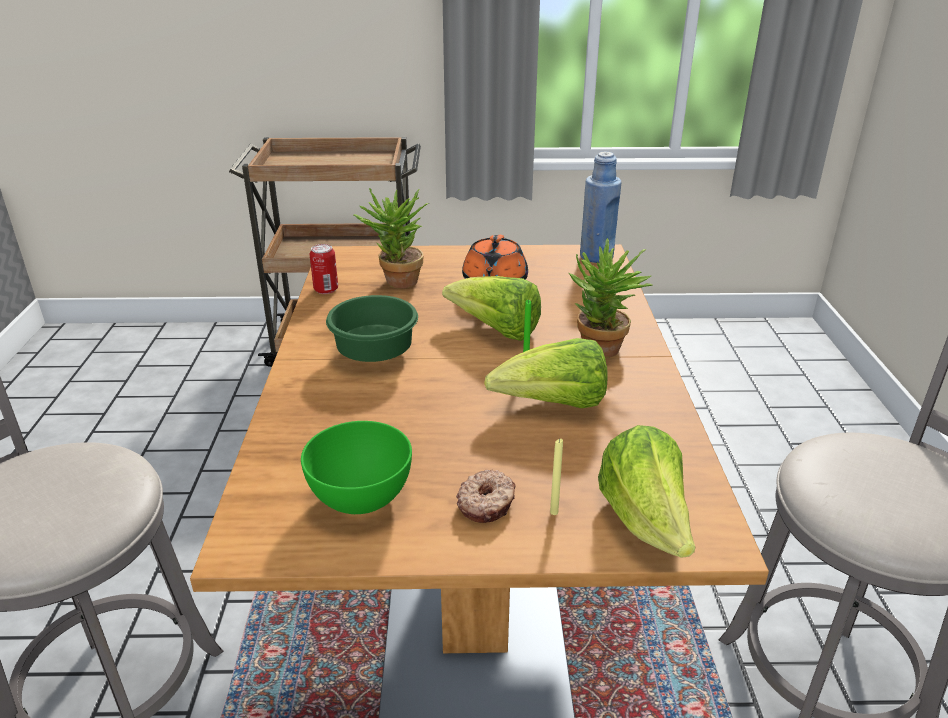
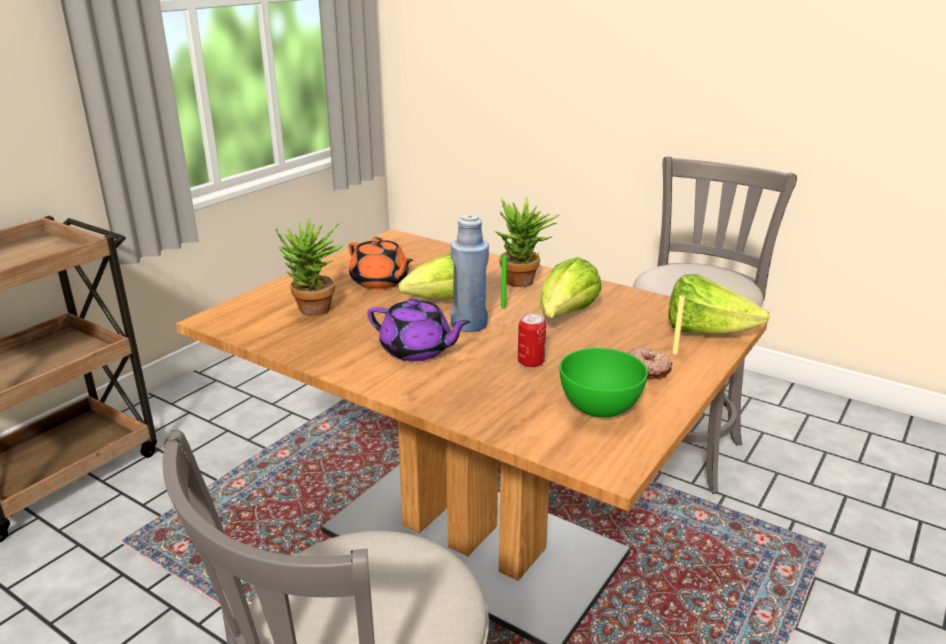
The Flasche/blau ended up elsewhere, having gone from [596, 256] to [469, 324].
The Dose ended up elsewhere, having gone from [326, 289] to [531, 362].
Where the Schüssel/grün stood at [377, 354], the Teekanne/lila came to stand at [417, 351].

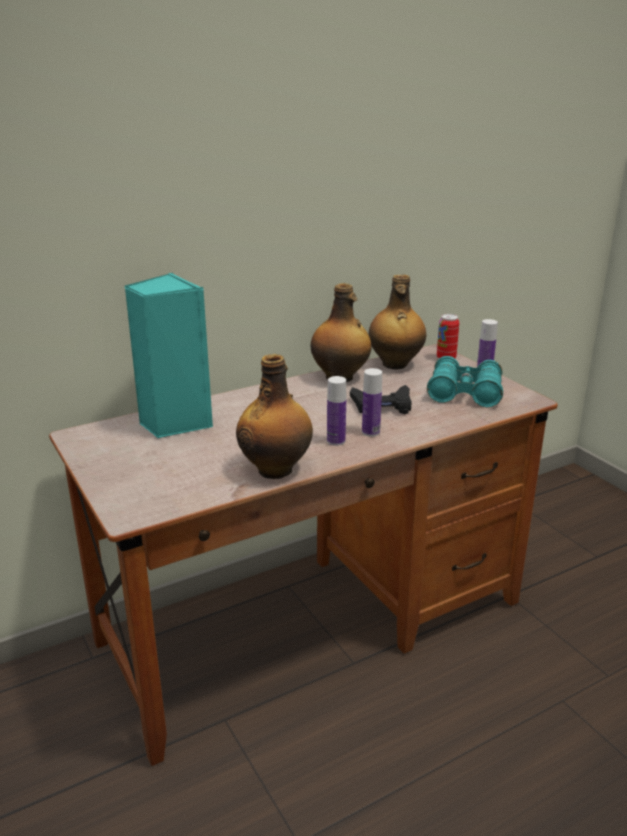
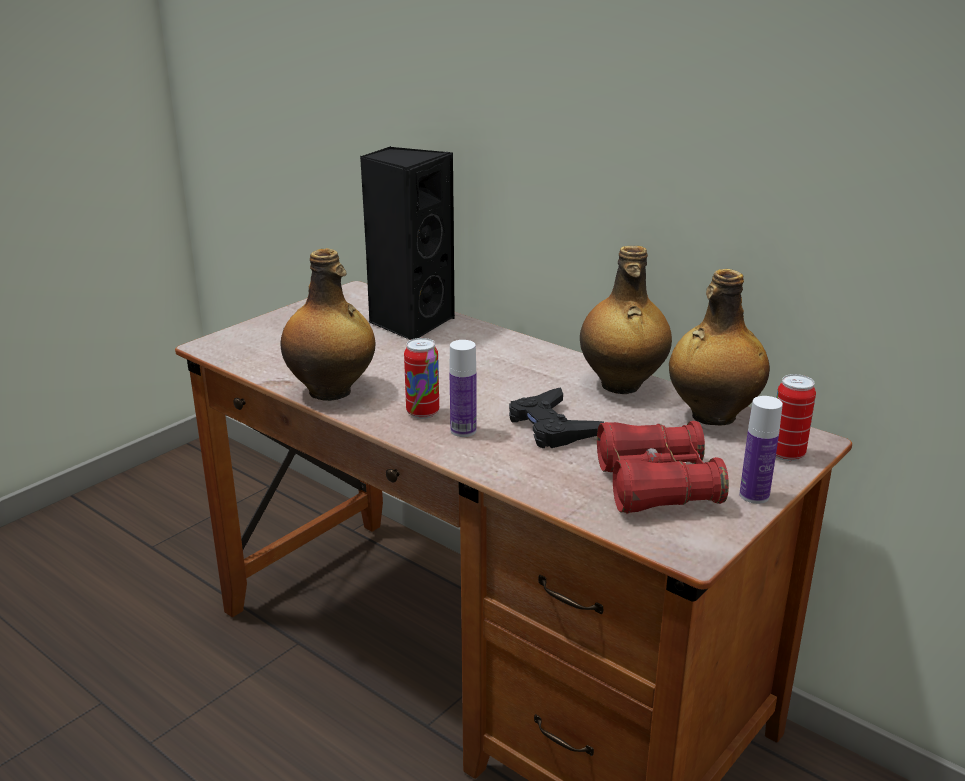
What was the Lautsprecher/türkis at [174, 423] turned into the Lautsprecher/schwarz at [410, 322].
What was the Fernglas/türkis at [465, 393] turned into the Fernglas/rot at [656, 485].
Where the Flasche stood at [336, 441], the Dose came to stand at [422, 412].

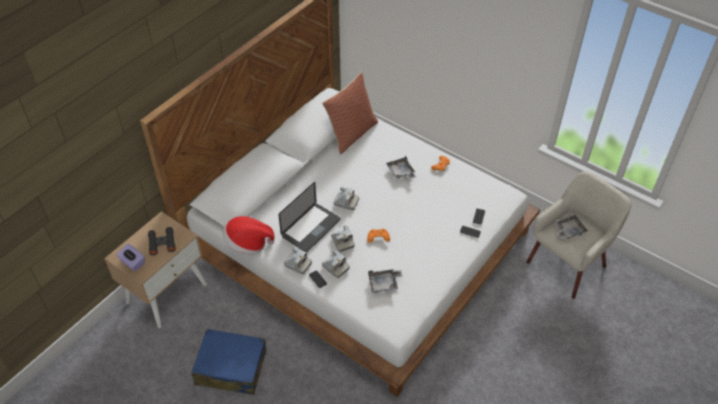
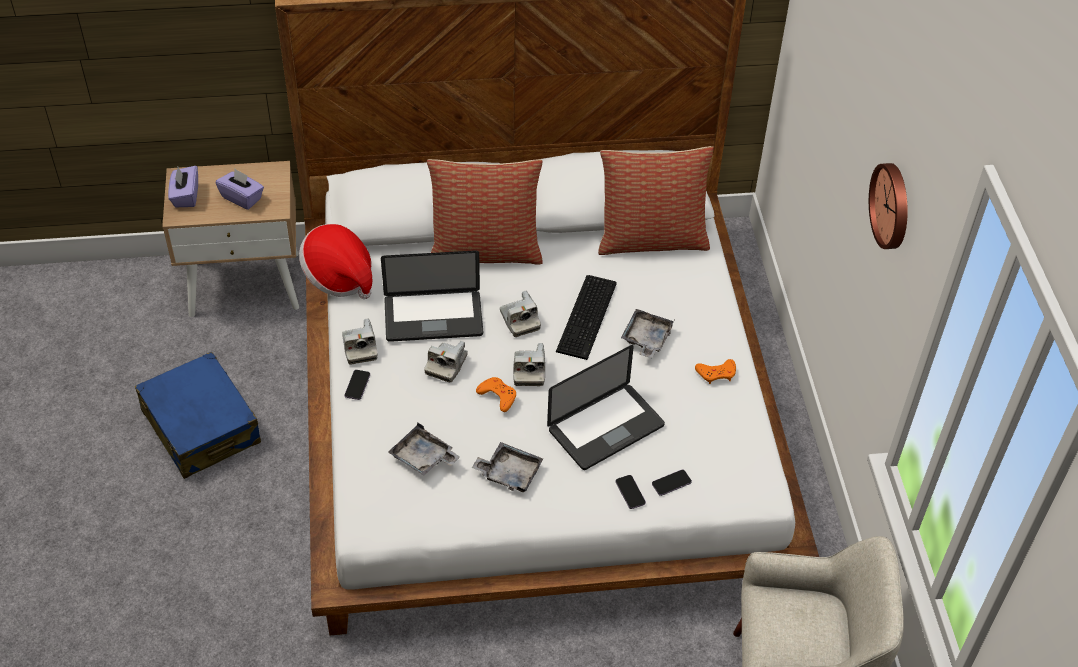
The Tablett/grau ended up elsewhere, having gone from [569, 230] to [509, 473].
Where the Fernglas/schwarz stood at [162, 243], the Taschentuchbox/lila came to stand at [242, 198].
The Kamera ended up elsewhere, having gone from [335, 267] to [529, 371].
The second view gained the Kissen at [485, 250].
The second view gained the Wanduhr at [892, 205].
The second view gained the Tastatur at [589, 316].
The second view gained the Laptop at [606, 428].

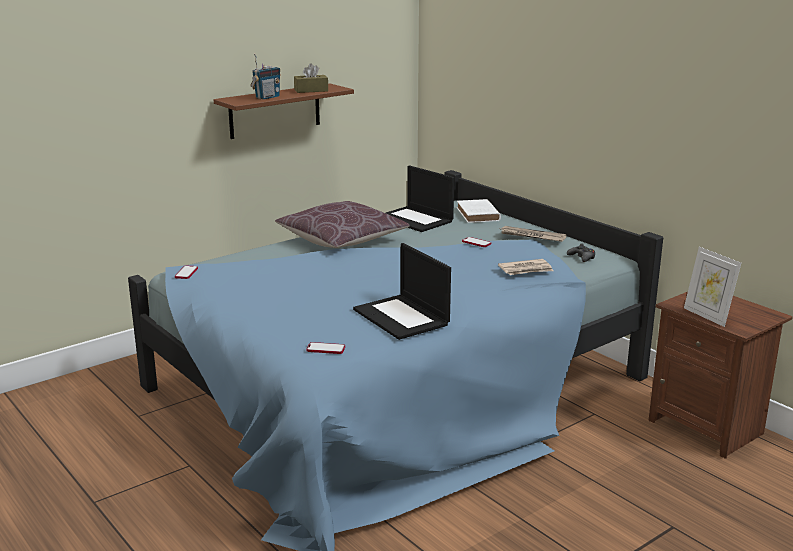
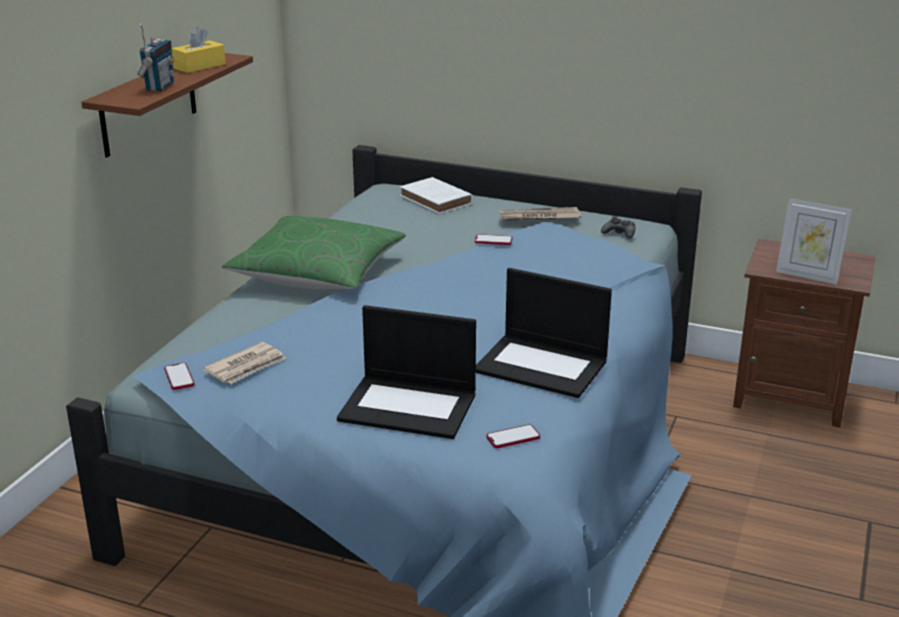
What was the Taschentuchbox/braun at [311, 90] turned into the Taschentuchbox/gelb at [199, 66].
The Laptop ended up elsewhere, having gone from [416, 219] to [410, 407].
What was the Kissen/braun at [342, 240] turned into the Kissen/grün at [317, 273].
The Zeitung ended up elsewhere, having gone from [526, 270] to [246, 366].

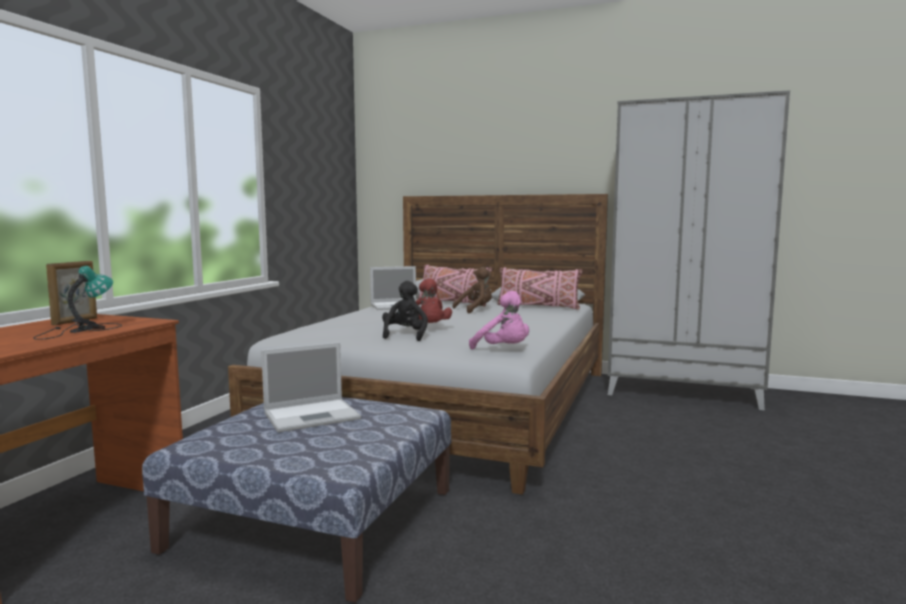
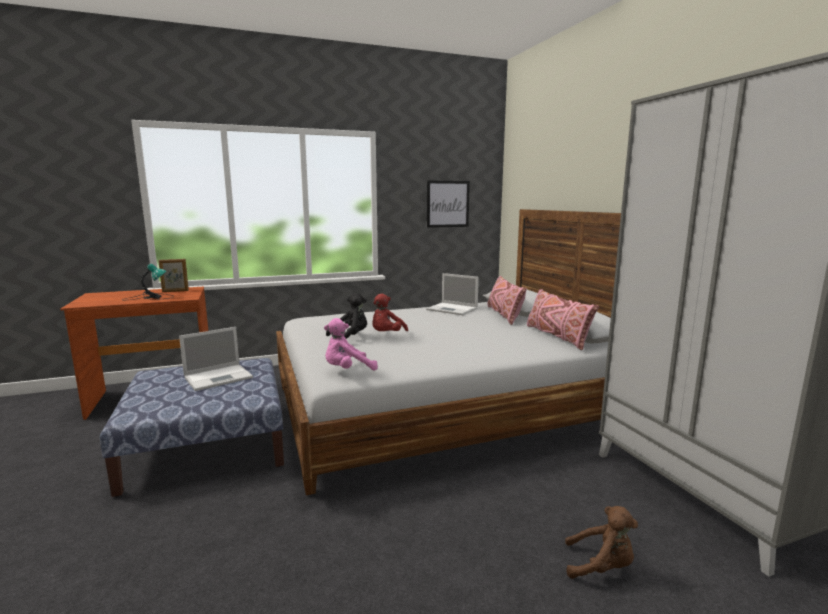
The Plüschtier/braun ended up elsewhere, having gone from [476, 310] to [601, 567].
The Plüschtier/rosa at [503, 350] ended up facing another way, 60 degrees clockwise from before.
The Laptop at [313, 415] ended up facing another way, 60 degrees counterclockwise from before.
The second view gained the Bild at [448, 204].

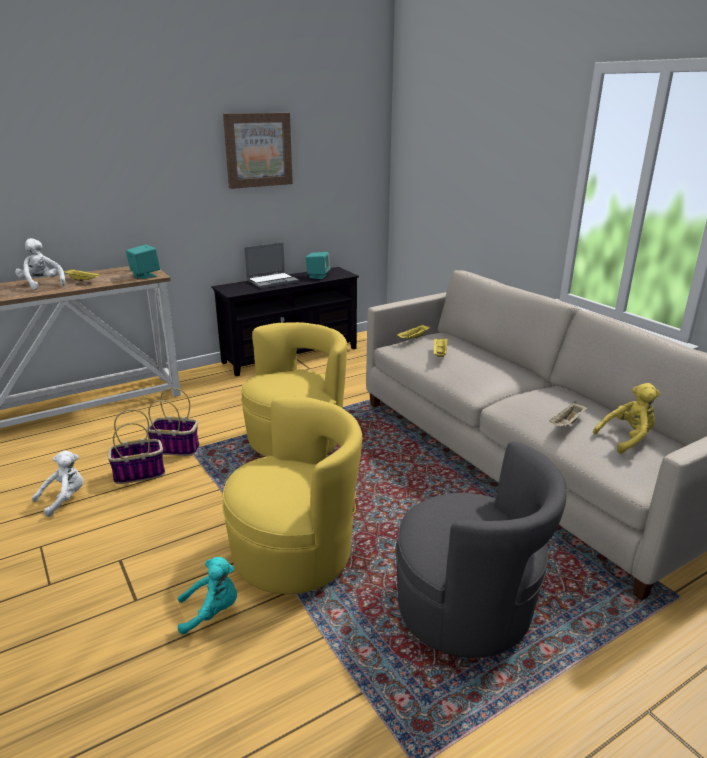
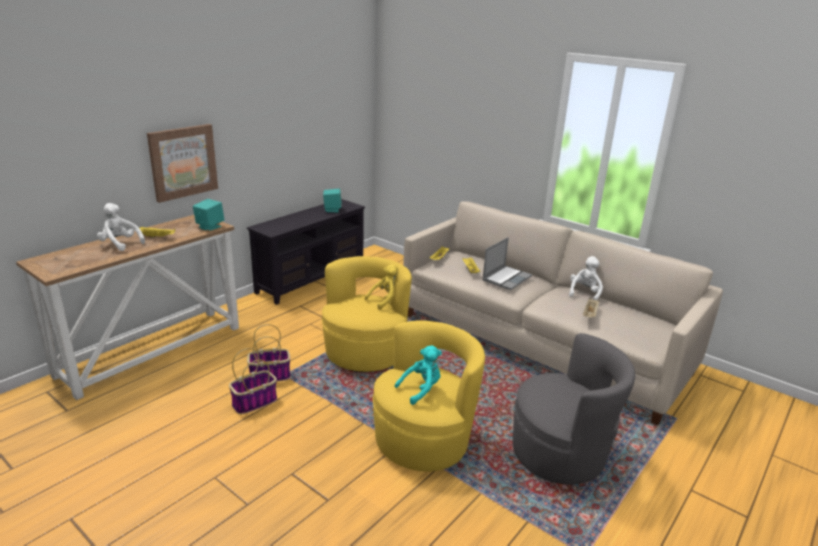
The Bild ended up elsewhere, having gone from [258, 150] to [183, 162].
The Laptop ended up elsewhere, having gone from [272, 281] to [506, 278].
The Plüschtier/gelb ended up elsewhere, having gone from [627, 439] to [385, 300].
The Plüschtier/weiß ended up elsewhere, having gone from [64, 499] to [584, 293].
The Plüschtier/türkis ended up elsewhere, having gone from [212, 612] to [421, 389].

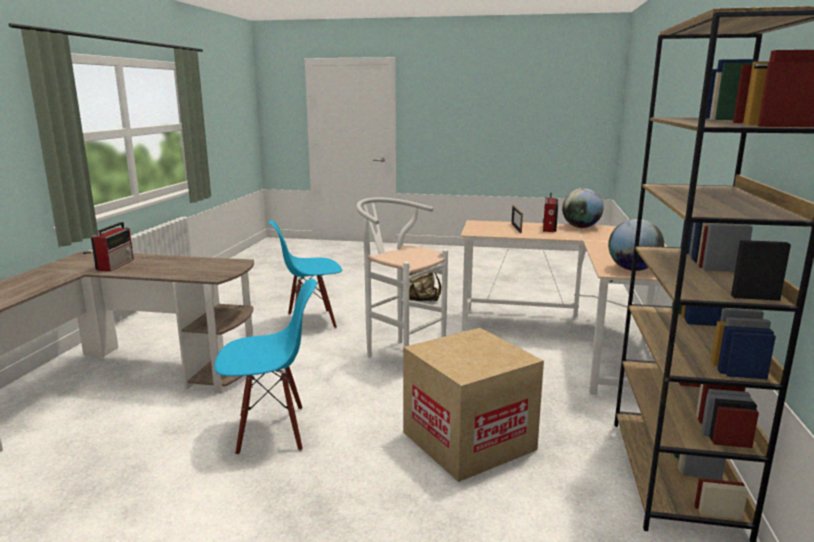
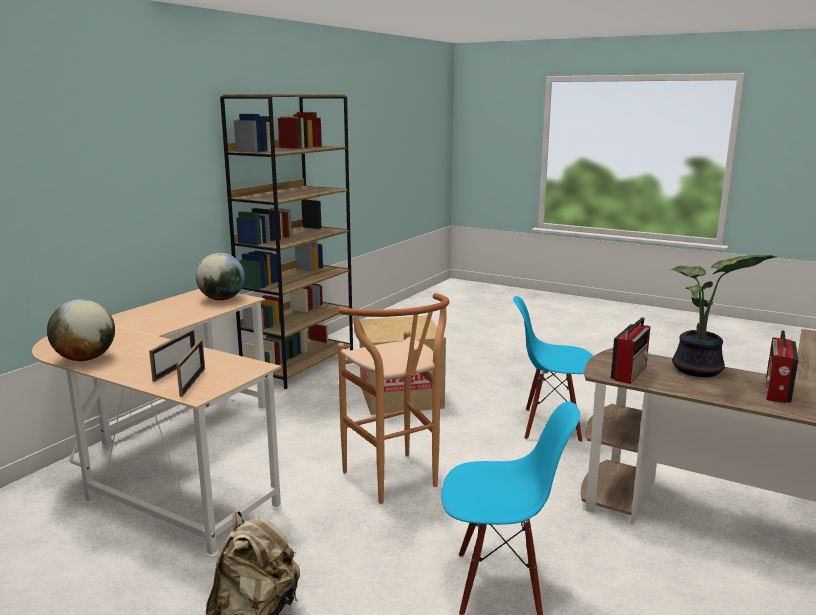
The Radio ended up elsewhere, having gone from [549, 228] to [630, 372].
What was the Hocker/weiß at [399, 354] turned into the Hocker/braun at [396, 482].
The second view gained the Topfpflanze at [699, 371].
The second view gained the Bilderrahmen at [192, 382].

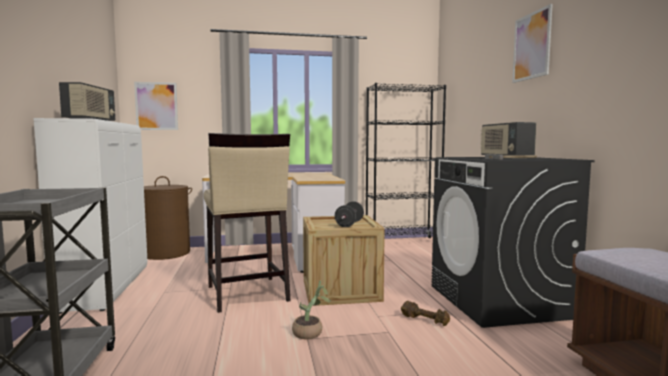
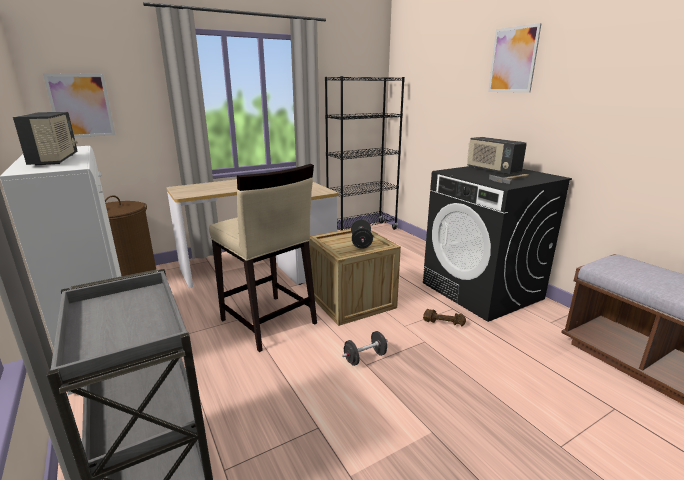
Where the Topfpflanze stood at [311, 333], the Hantel/schwarz came to stand at [365, 358].

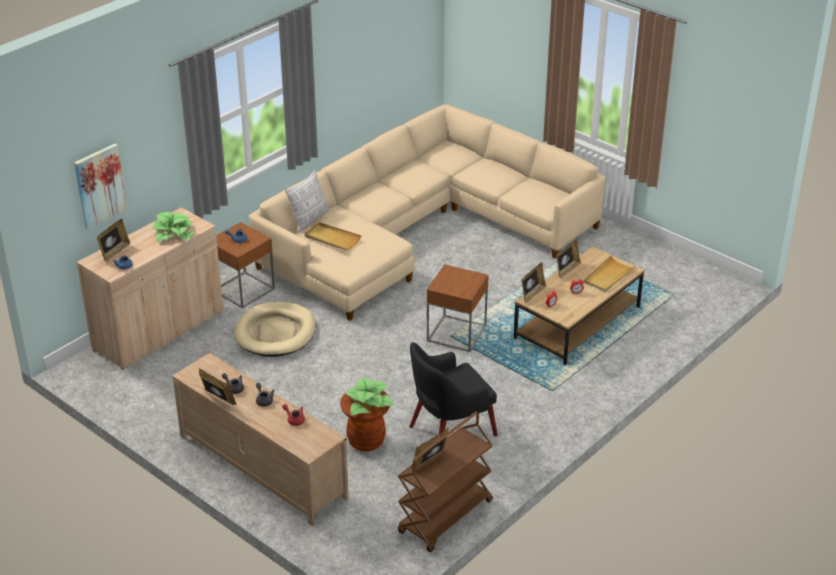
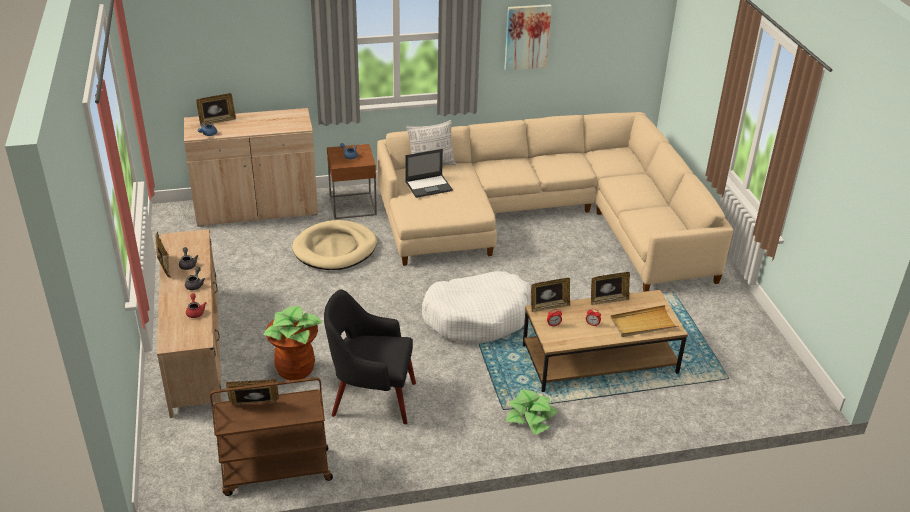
The Bild ended up elsewhere, having gone from [99, 185] to [527, 37].
The Topfpflanze ended up elsewhere, having gone from [174, 233] to [531, 417].
Where the Tablett/beige stood at [332, 238], the Laptop came to stand at [429, 186].
Where the Beistelltisch/braun stood at [456, 333], the Hundebett/weiß came to stand at [477, 317].

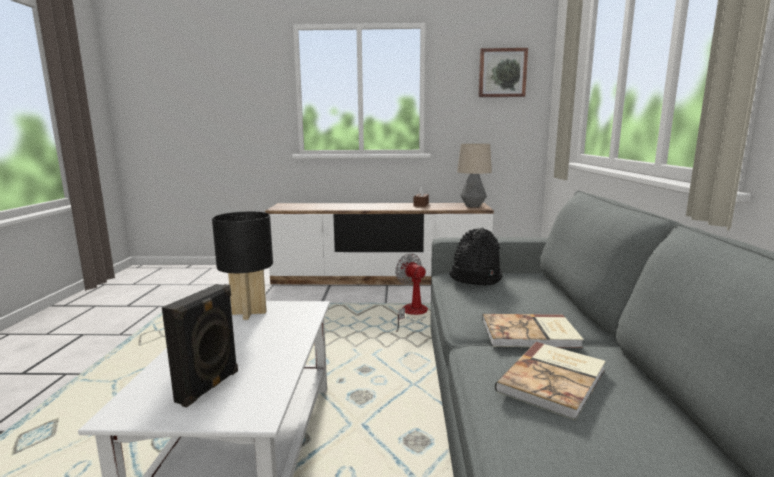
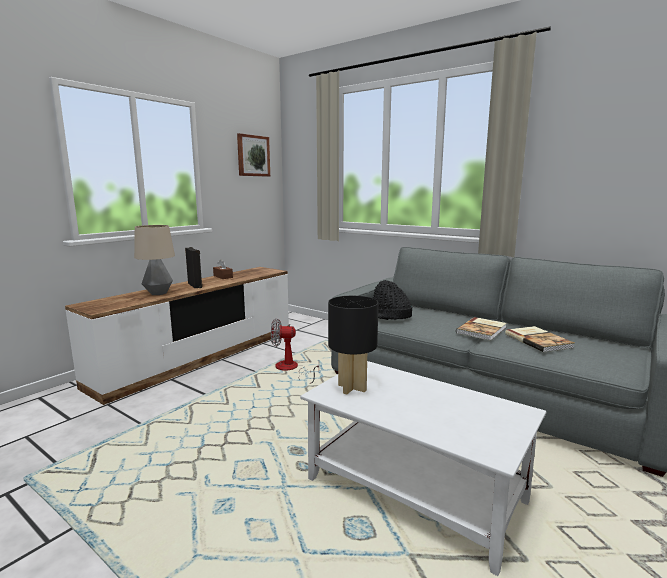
The Tischlampe ended up elsewhere, having gone from [473, 206] to [158, 293].
The Lautsprecher/schwarz ended up elsewhere, having gone from [210, 387] to [195, 285].

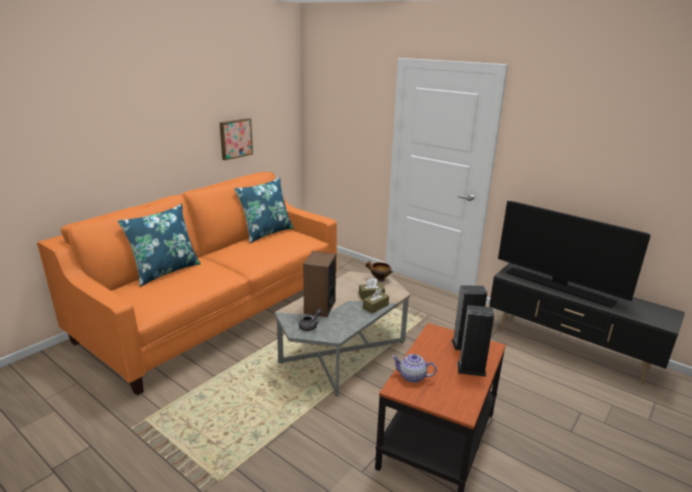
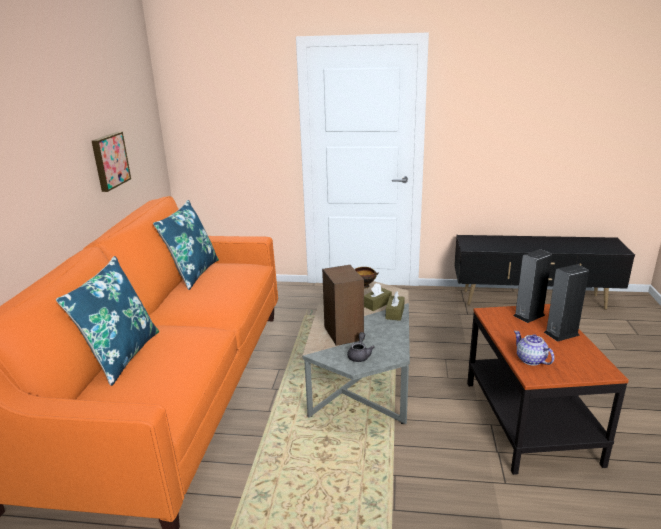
The second view lost the Fernseher at [559, 286].
The Teekanne at [412, 377] ended up facing another way, 75 degrees clockwise from before.

